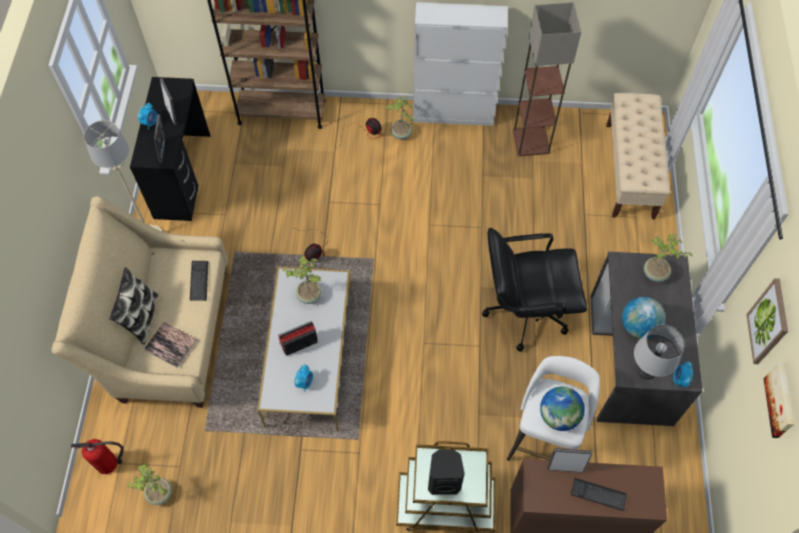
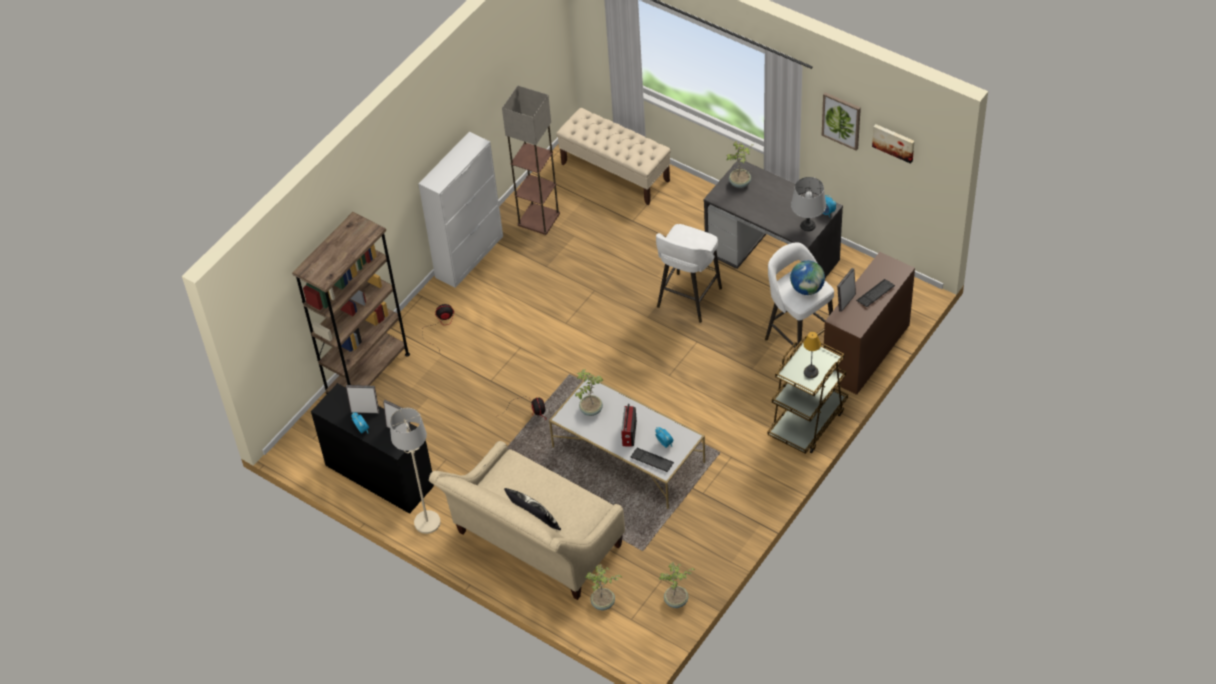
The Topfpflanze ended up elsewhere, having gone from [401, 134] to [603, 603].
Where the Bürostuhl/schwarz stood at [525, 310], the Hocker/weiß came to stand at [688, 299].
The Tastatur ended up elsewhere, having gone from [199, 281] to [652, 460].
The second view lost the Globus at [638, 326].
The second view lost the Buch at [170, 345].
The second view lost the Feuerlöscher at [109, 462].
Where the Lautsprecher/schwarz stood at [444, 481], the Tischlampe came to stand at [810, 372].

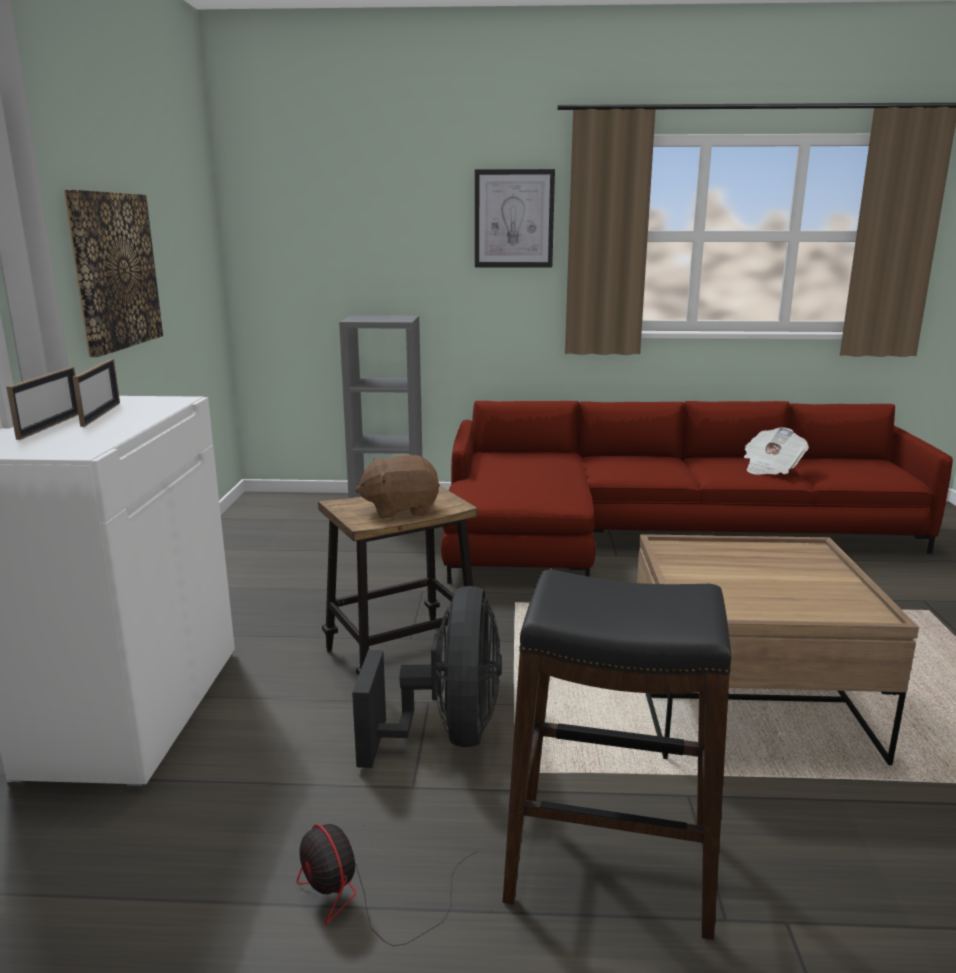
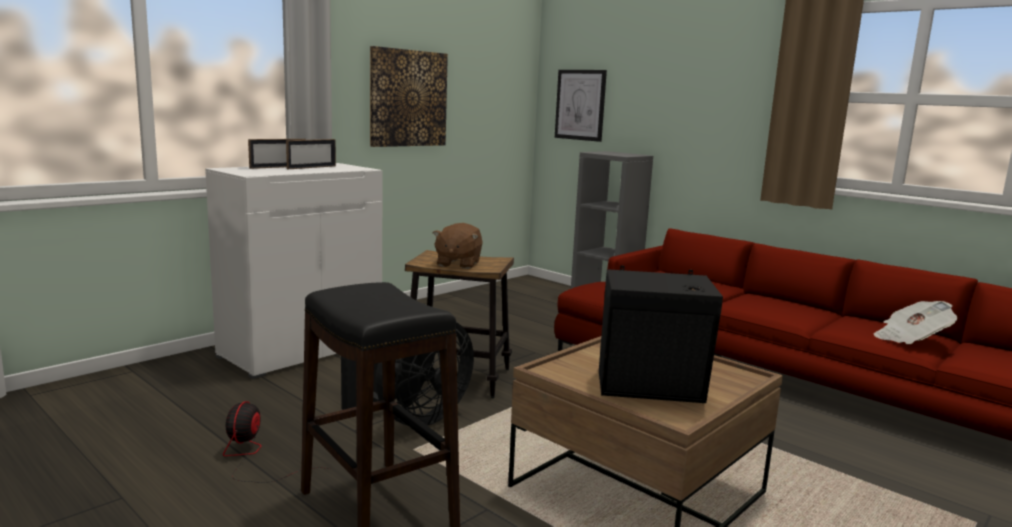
The Bild ended up elsewhere, having gone from [514, 219] to [580, 105].
The Plüschtier/braun at [400, 510] ended up facing another way, 105 degrees counterclockwise from before.
The second view gained the Lautsprecher/schwarz at [652, 389].

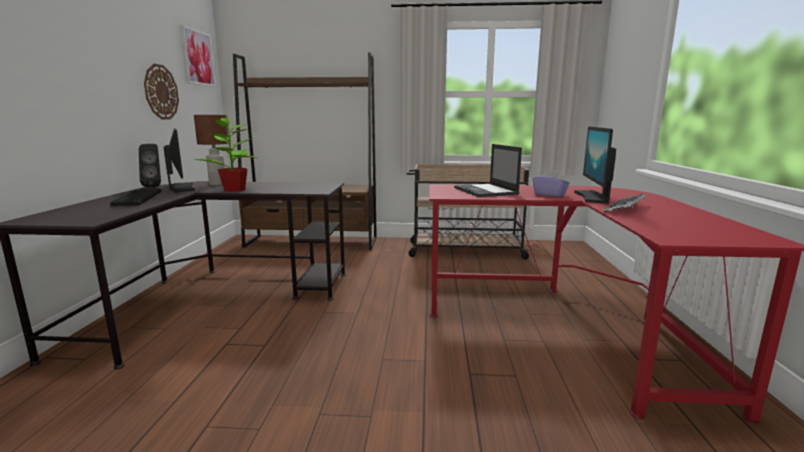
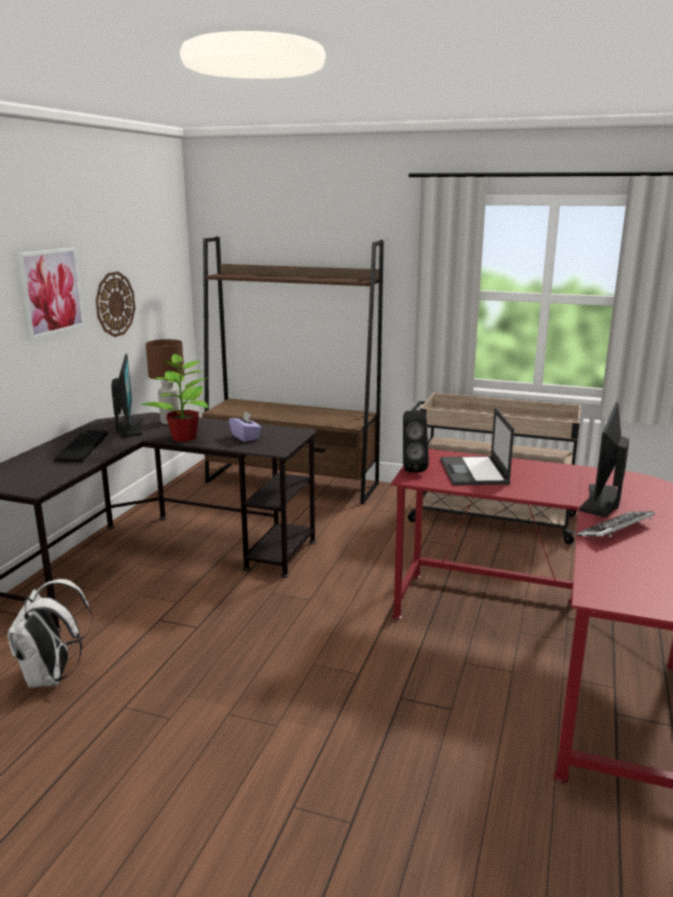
The Bild ended up elsewhere, having gone from [198, 58] to [51, 291].
The Lautsprecher/schwarz ended up elsewhere, having gone from [154, 187] to [412, 468].
The Taschentuchbox/lila ended up elsewhere, having gone from [549, 194] to [245, 437].
The second view gained the Rucksack/weiß at [52, 677].

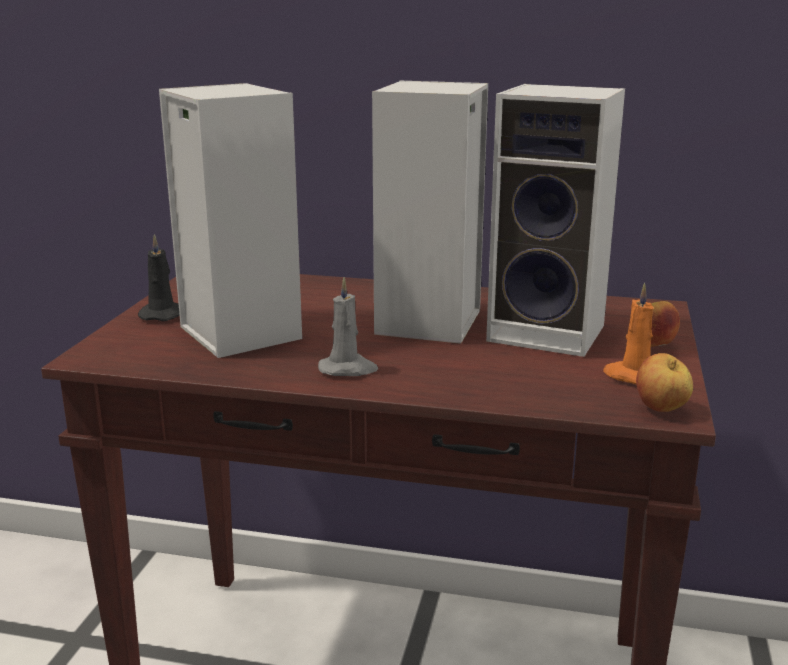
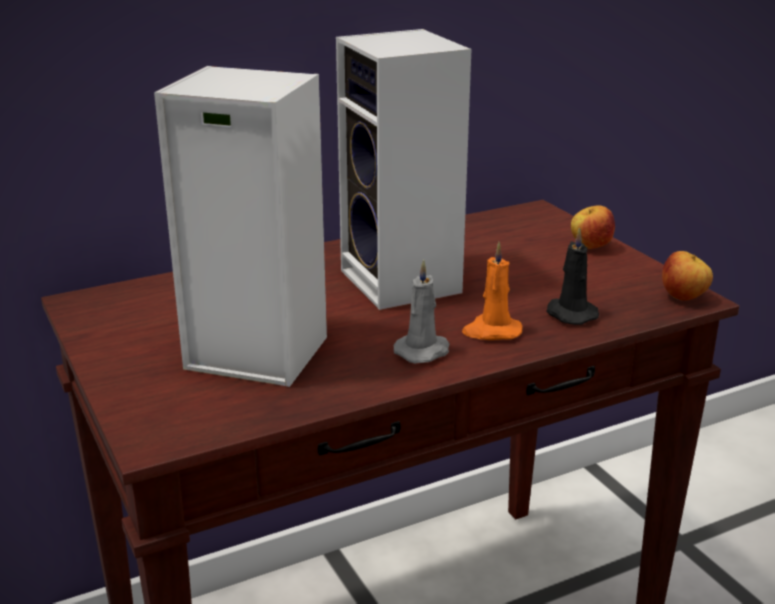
The second view lost the Lautsprecher at [551, 333].
The Kerze/schwarz ended up elsewhere, having gone from [163, 314] to [569, 314].
The Kerze/orange ended up elsewhere, having gone from [632, 376] to [491, 331].

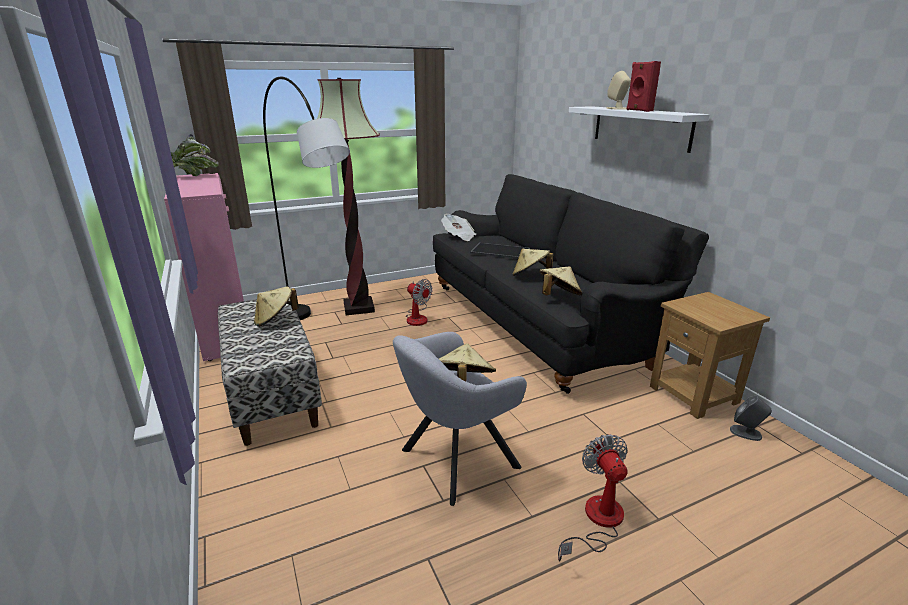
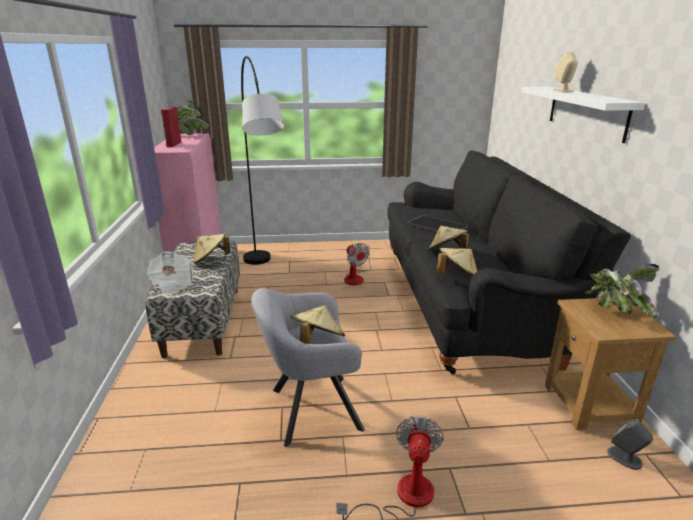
The Lautsprecher/rot ended up elsewhere, having gone from [638, 110] to [173, 144].
The second view lost the Stehlampe at [358, 308].
The Zeitung ended up elsewhere, having gone from [458, 236] to [172, 284].
The second view gained the Topfpflanze at [615, 312].

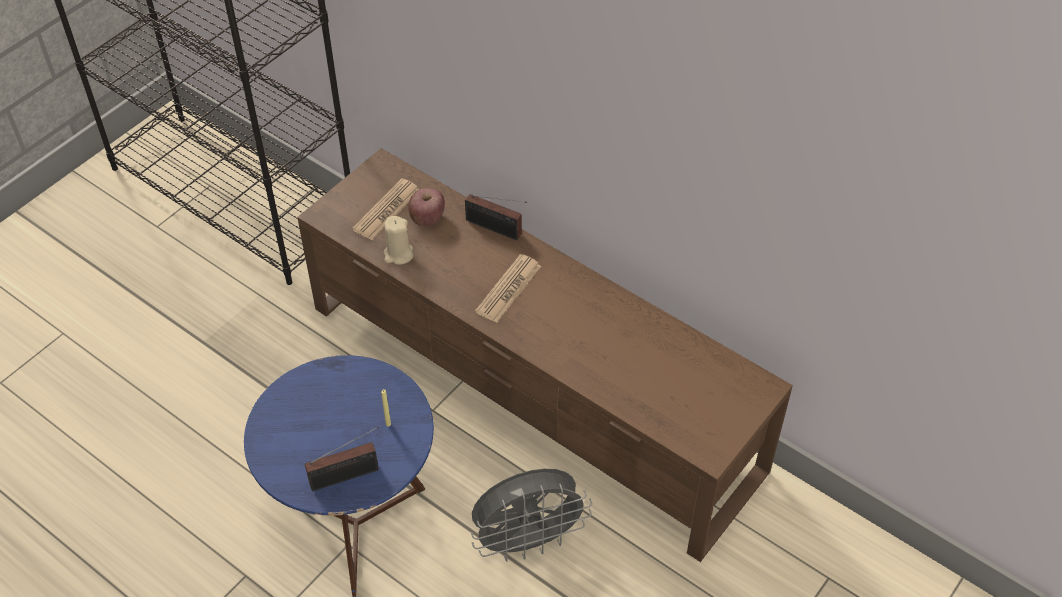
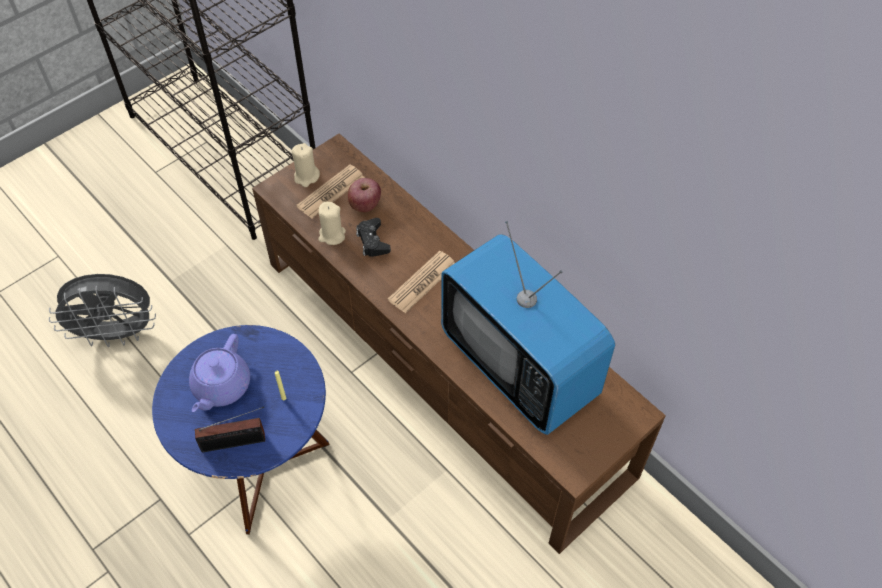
The second view lost the Radio at [496, 229].
The Ventilator/grau ended up elsewhere, having gone from [528, 541] to [117, 334].
The second view gained the Kerze/beige at [306, 177].
The second view gained the Gamepad/schwarz at [372, 241].
The second view gained the Fernseher at [519, 366].
The second view gained the Teekanne/lila at [221, 387].

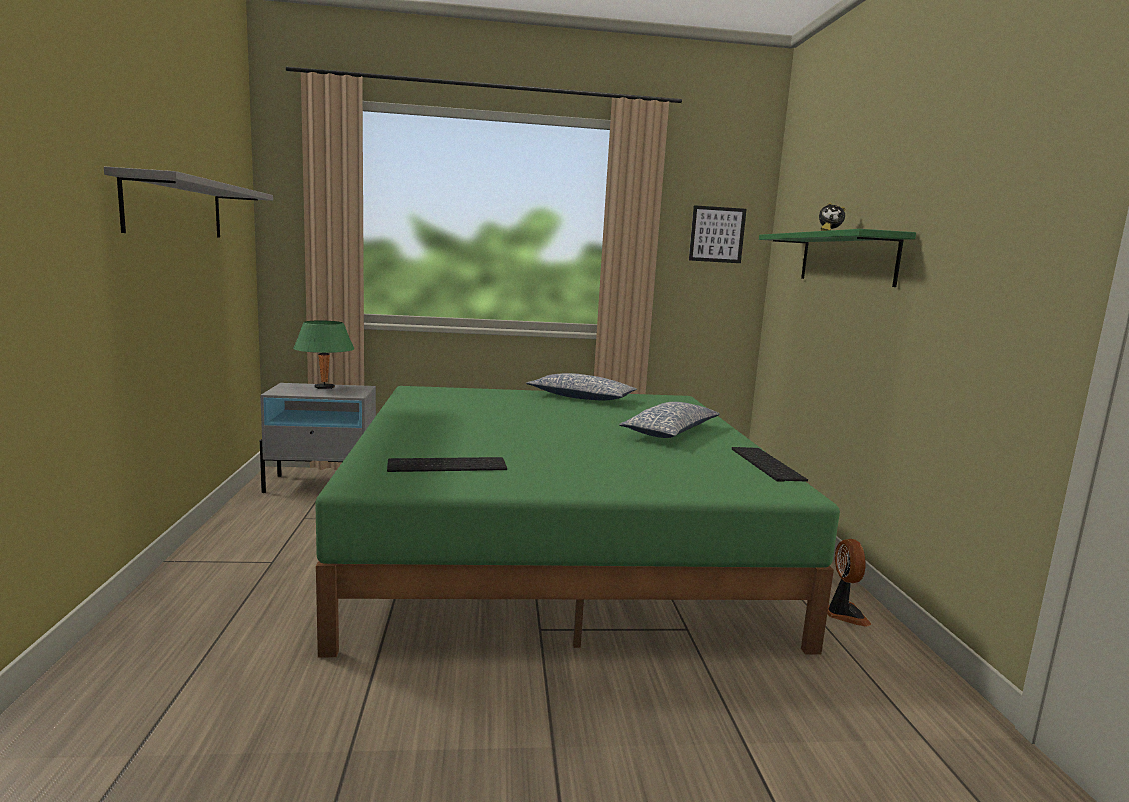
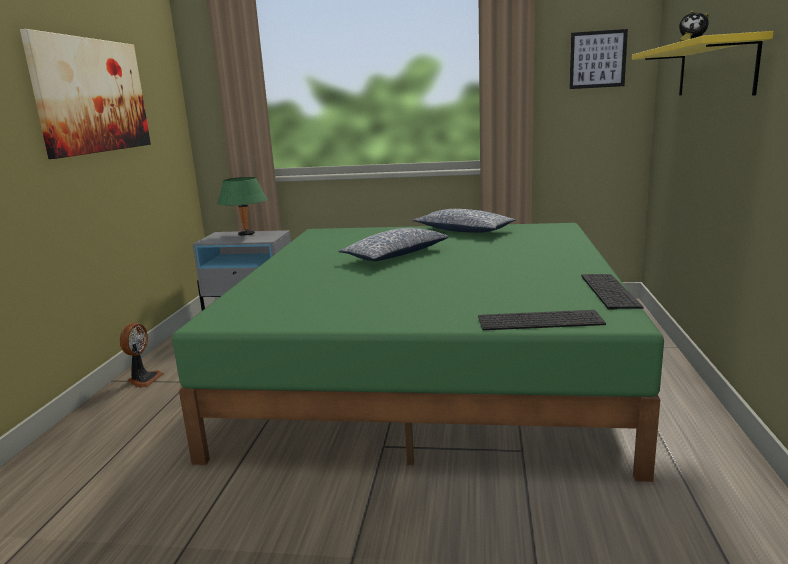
Where the Wandregal/grau hung at [175, 208], the Bild came to hang at [92, 96].
What was the Wandregal/grün at [846, 258] turned into the Wandregal/gelb at [714, 69].
The Kissen ended up elsewhere, having gone from [671, 432] to [397, 255].
The Tastatur ended up elsewhere, having gone from [448, 464] to [540, 320].
The Ventilator ended up elsewhere, having gone from [844, 614] to [143, 379].

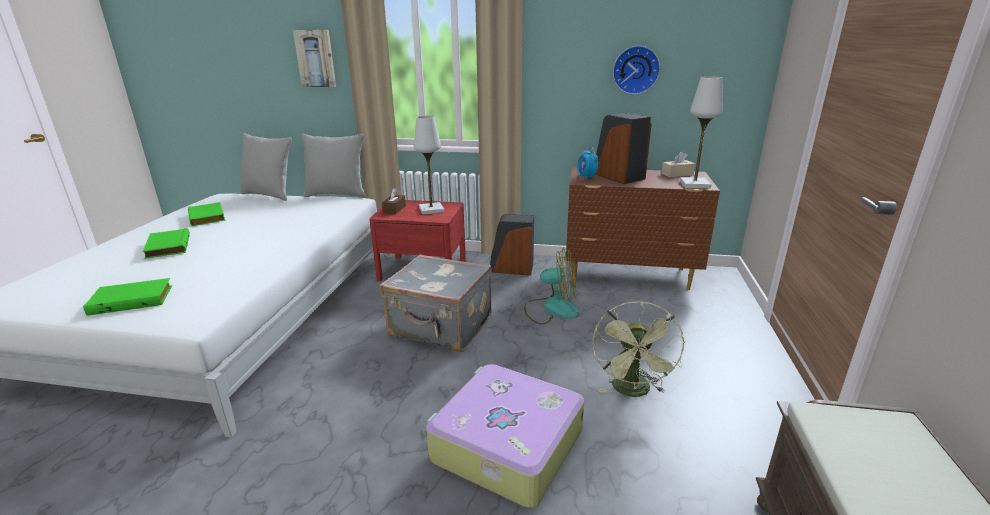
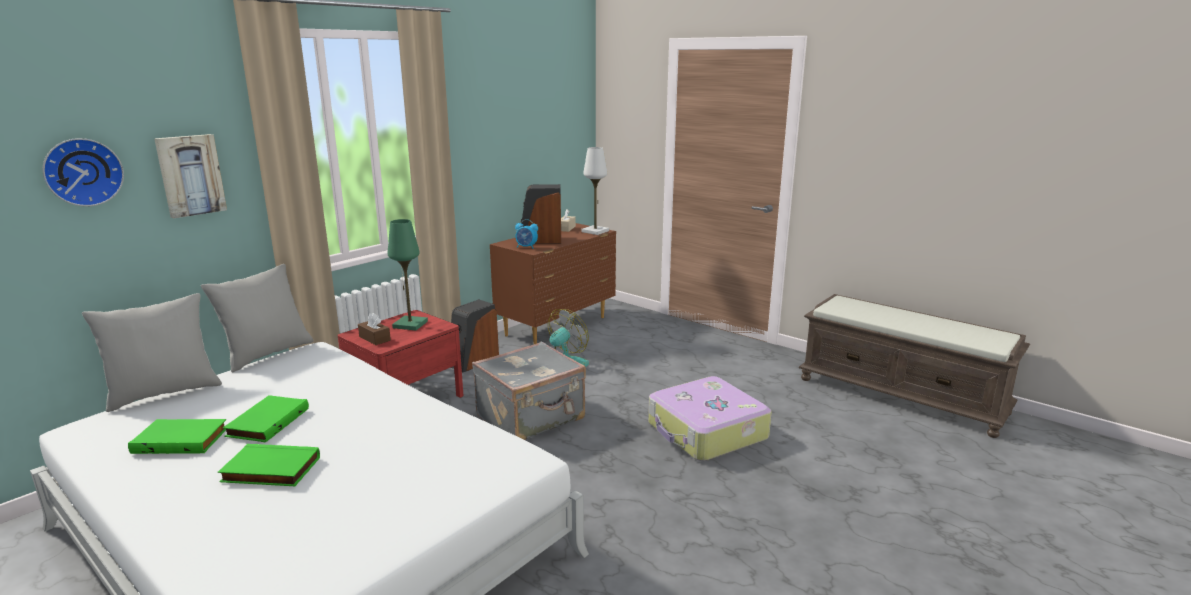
The Wanduhr ended up elsewhere, having gone from [635, 70] to [82, 172].
What was the Tischlampe/weiß at [431, 210] turned into the Tischlampe/grün at [410, 324].
The Buch/grün ended up elsewhere, having gone from [132, 299] to [267, 422].
The second view lost the Ventilator/grün at [633, 391].

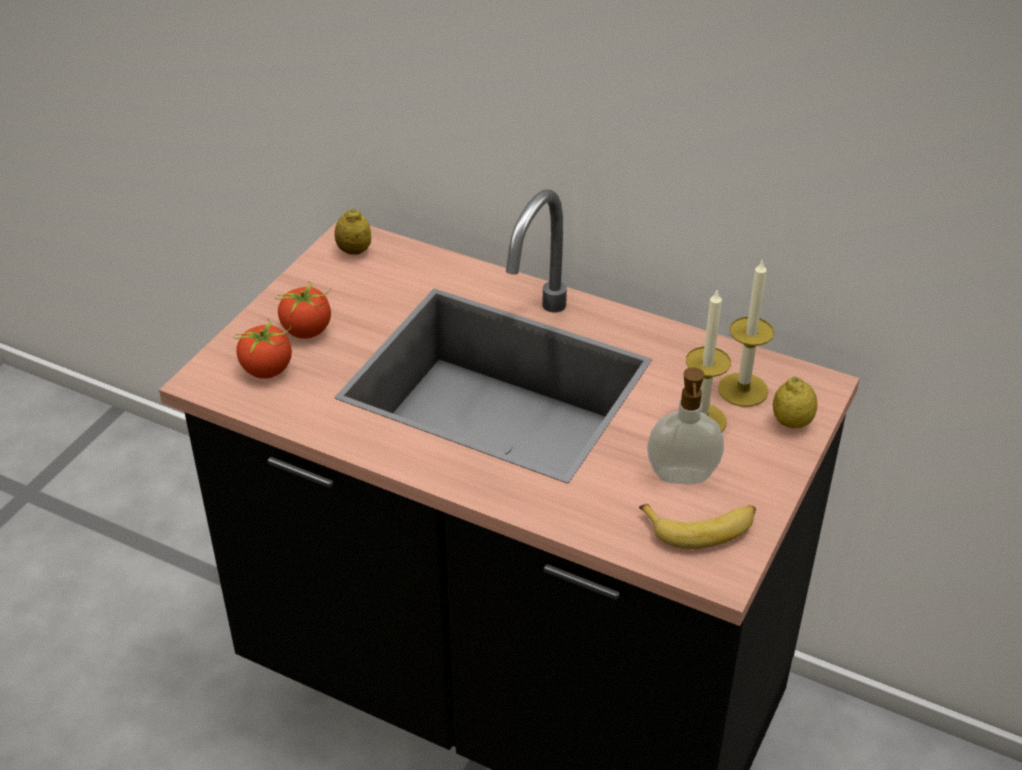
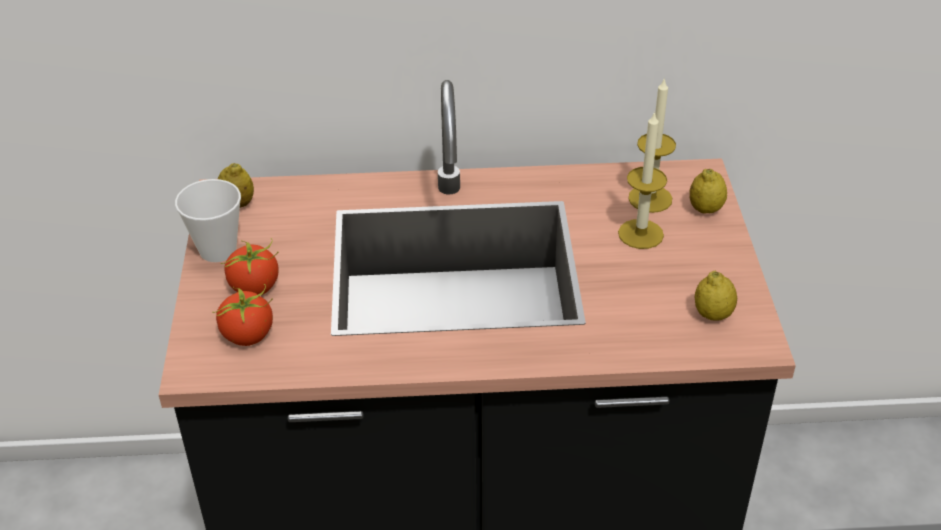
The second view lost the Seifenspender at [682, 478].
Where the Banane stood at [701, 527], the Zitrone came to stand at [712, 315].
The second view gained the Tasse at [218, 250].

